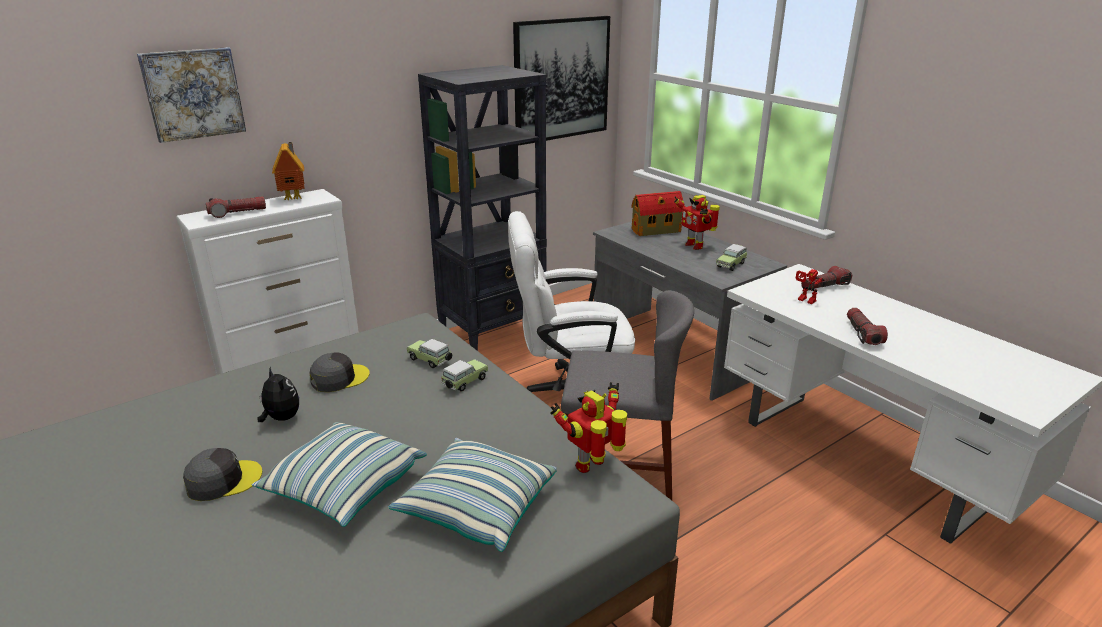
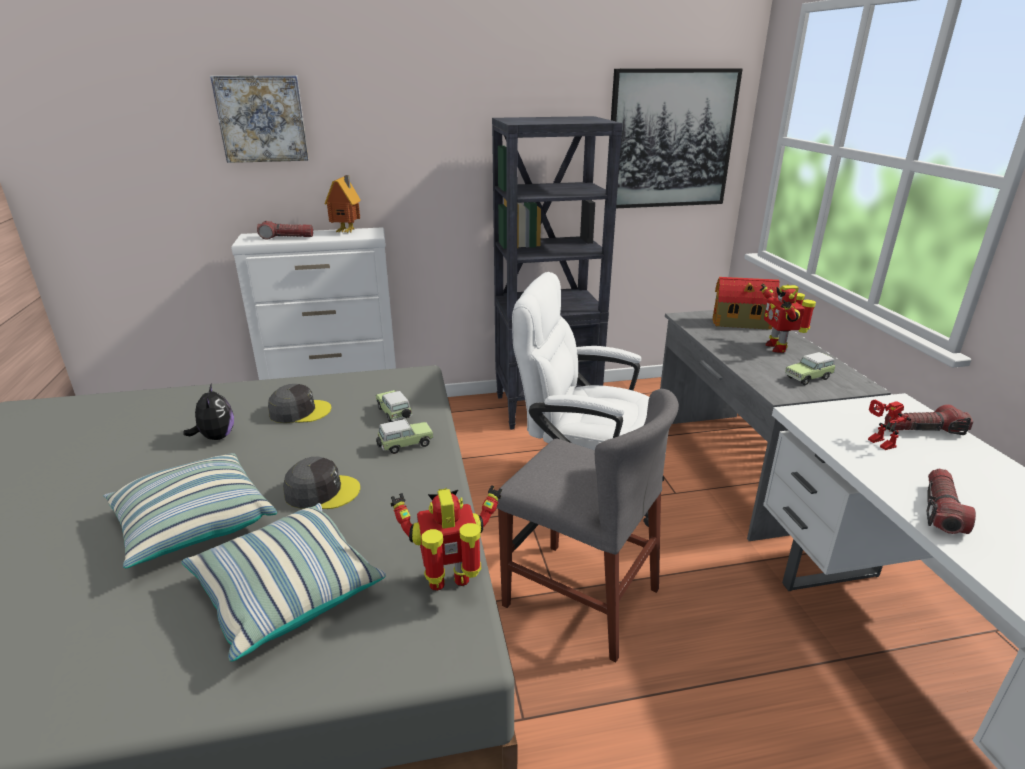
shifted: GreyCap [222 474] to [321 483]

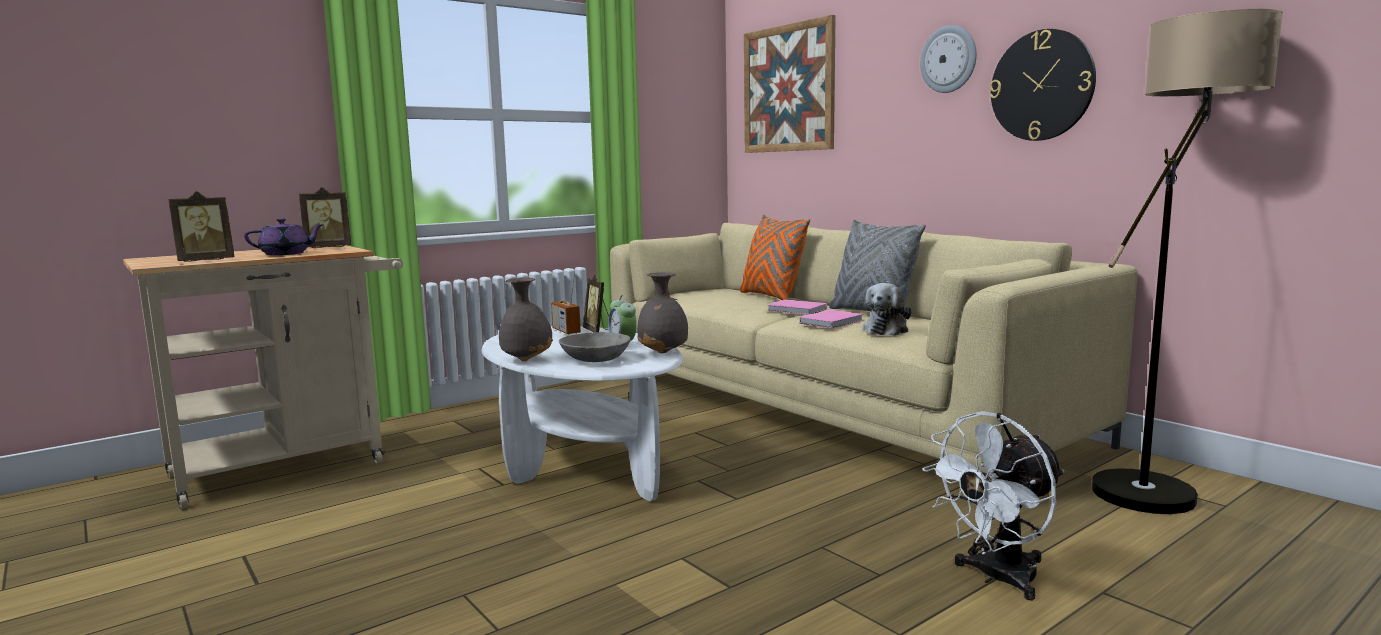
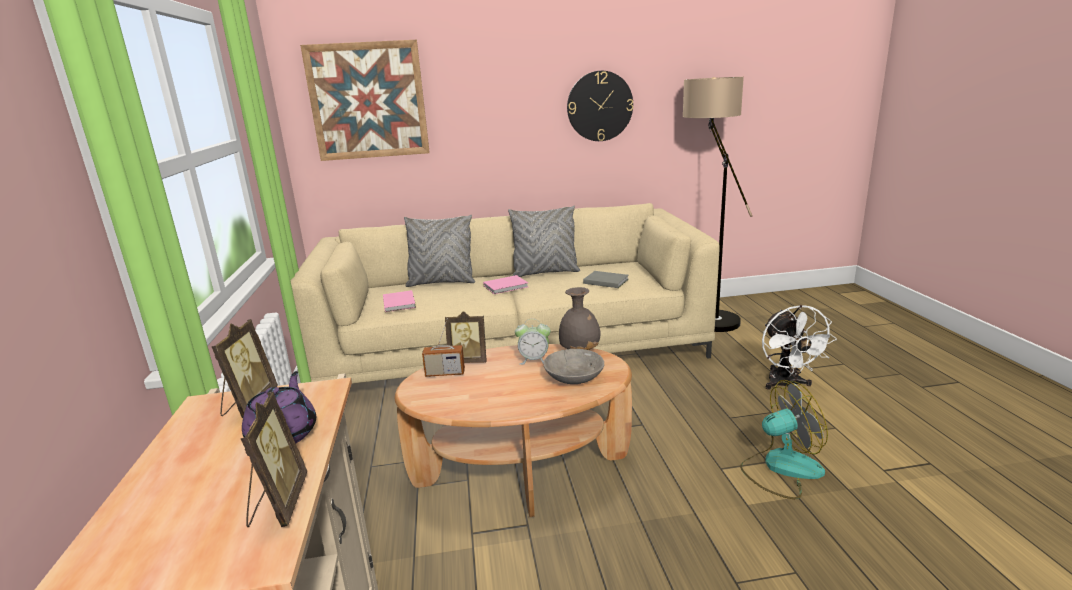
gone: WallClock [948 59]; GreyVase [526 319]
new: Fan [784 439]
shifted: PinkBook [831 319] to [399 301]
swapped: PlushToy [887 309] to GreyBook [606 279]
repainted: OrangePillow [775 257] to GreyPillow [439 251]; WhiteCoffeeTable [582 413] to BrownCoffeeTable [513 430]

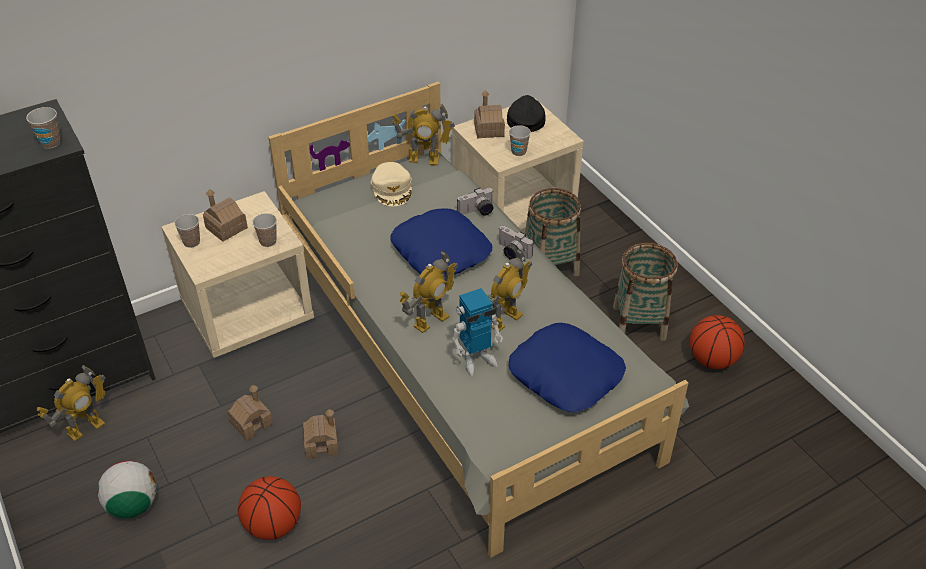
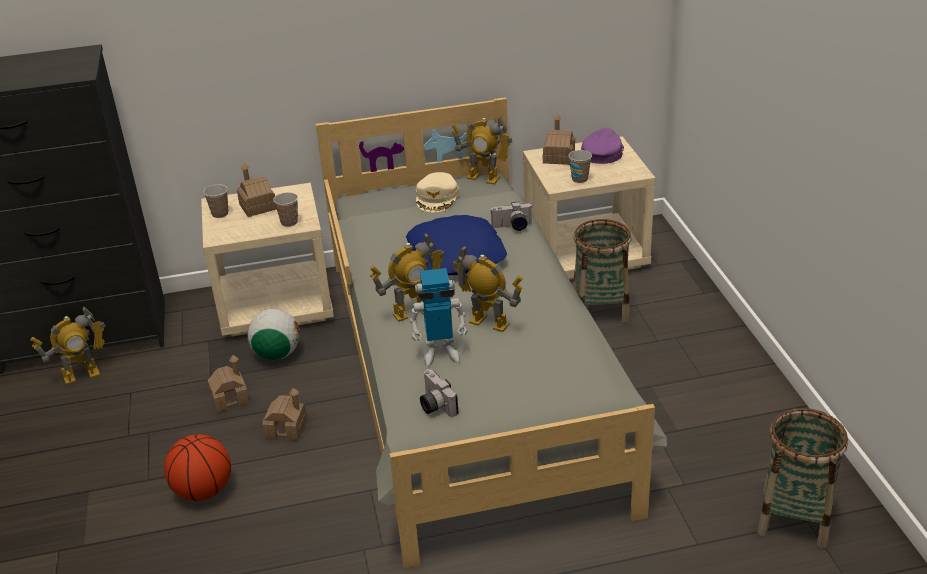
gone: Cup [43 128]; Basketball [717 342]; BluePillow [567 367]
shifted: PhotoCamera [516 243] to [439 393]; Basket [645 292] to [802 478]; Football [127 489] to [274 334]
repainted: BlackCap [526 113] to PurpleCap [602 145]
rotated: ToyRobot [508 290] = [487 289] 120 degrees counterclockwise

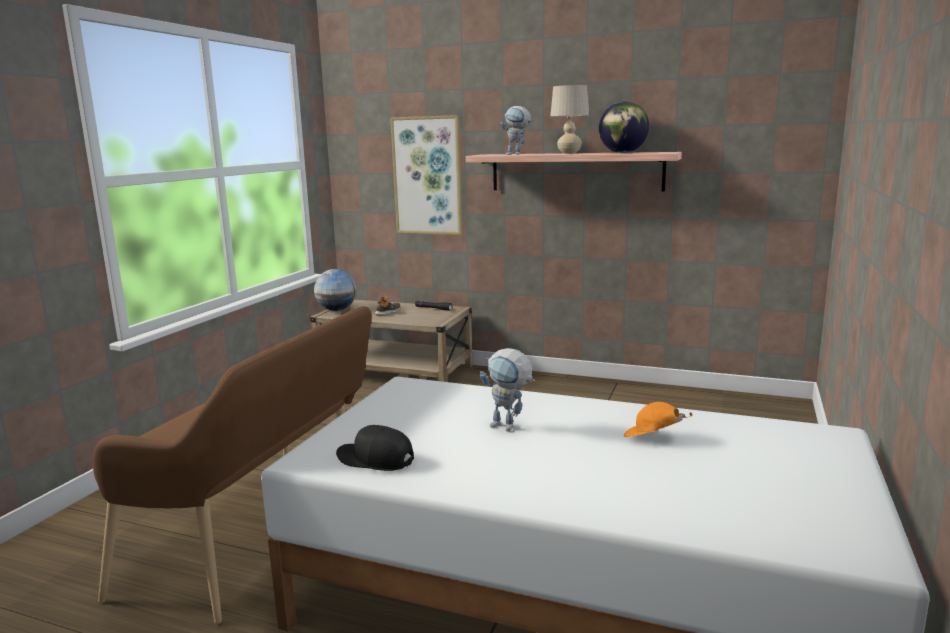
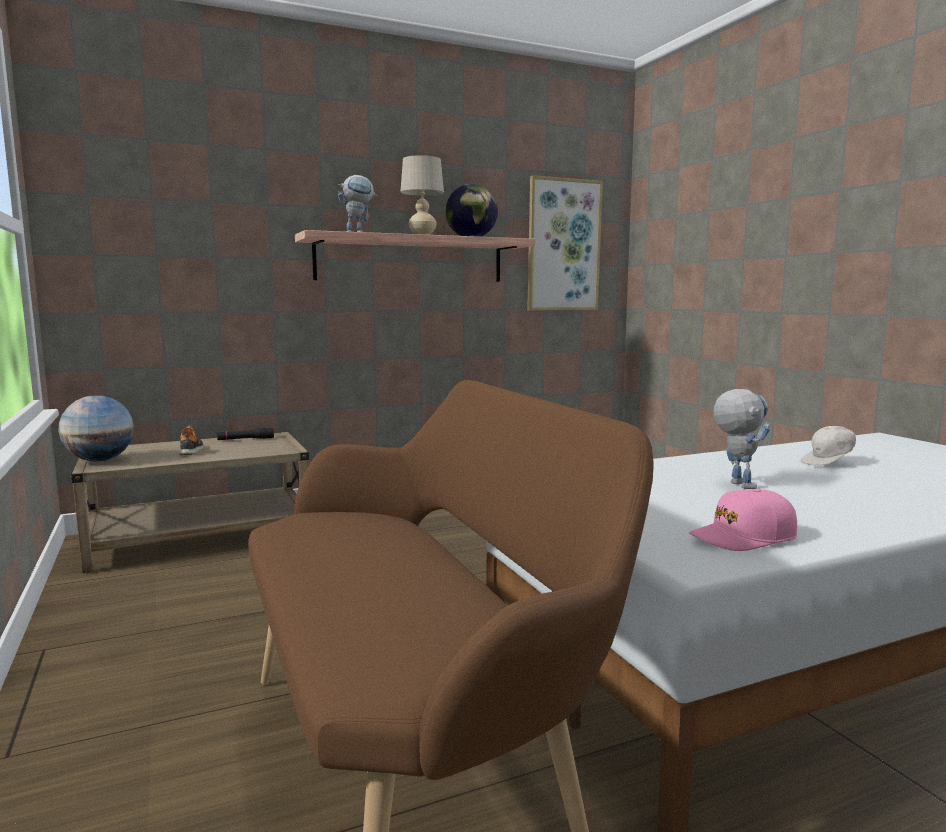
shifted: Picture [426 175] to [565 243]
repainted: OrangeCap [658 419] to WhiteCap [828 446]; BlackCap [375 448] to PinkCap [743 520]
rotated: ToyRobot [507 389] = [742 439] 90 degrees counterclockwise

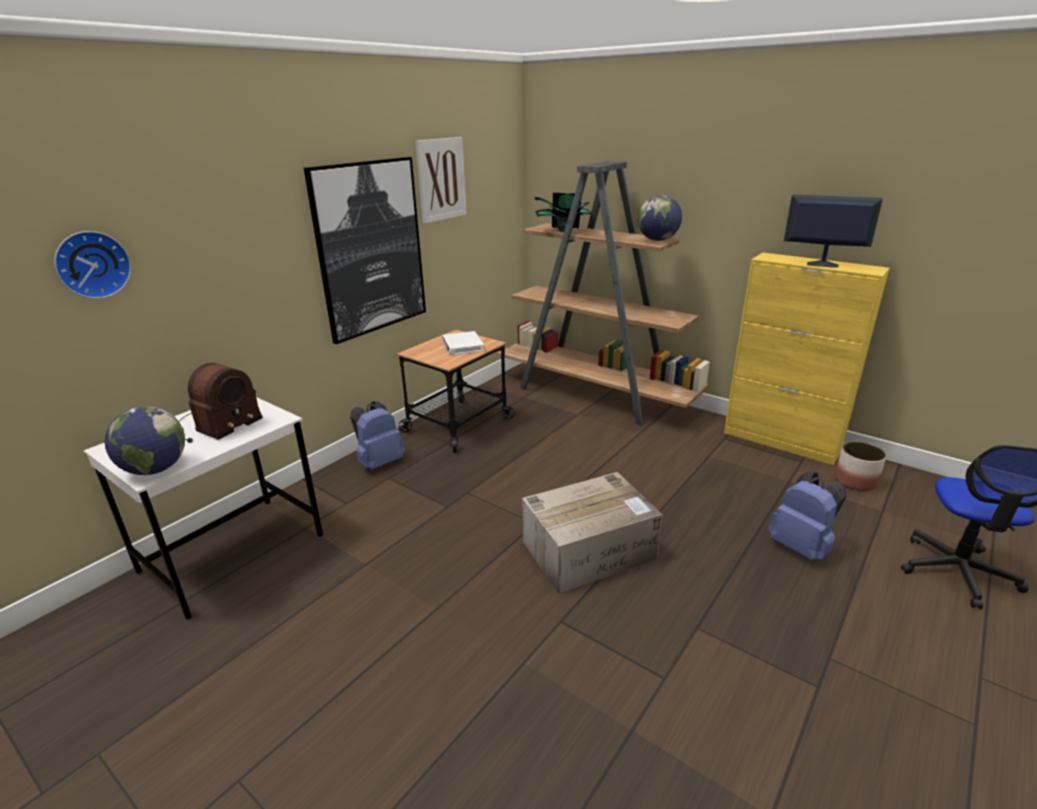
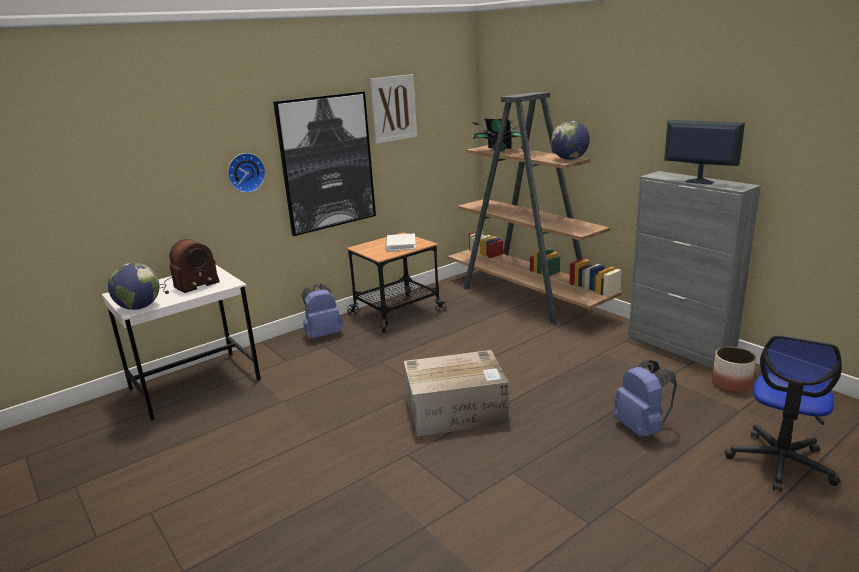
shifted: WallClock [92 265] to [247 173]
repainted: YellowCabinet [807 359] to GreyCabinet [694 269]

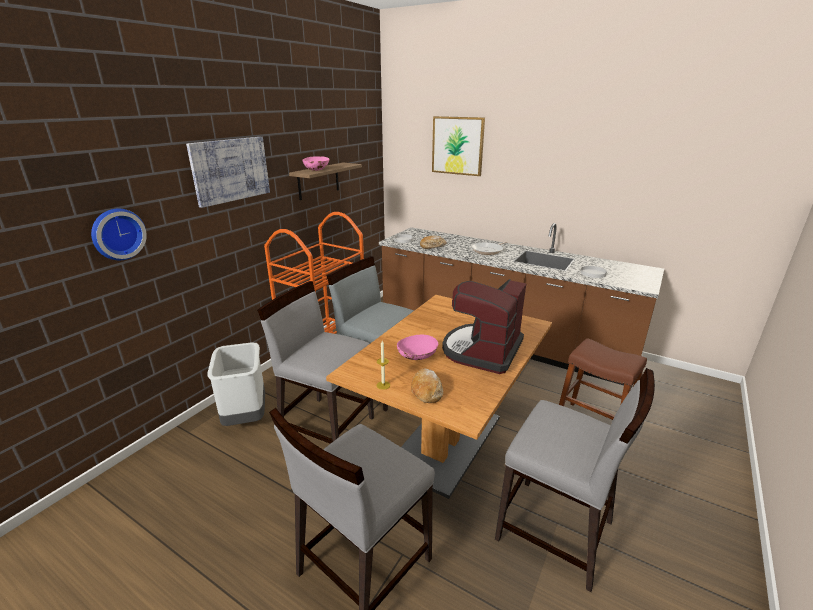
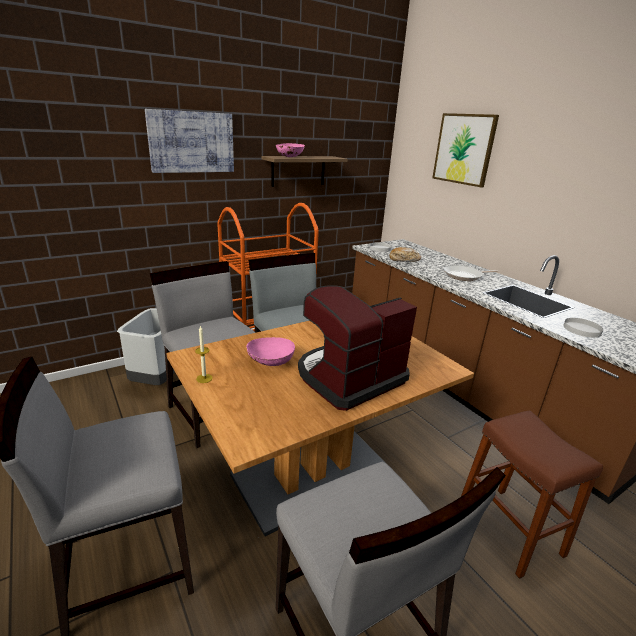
gone: WallClock [119 234]; Bread [427 386]

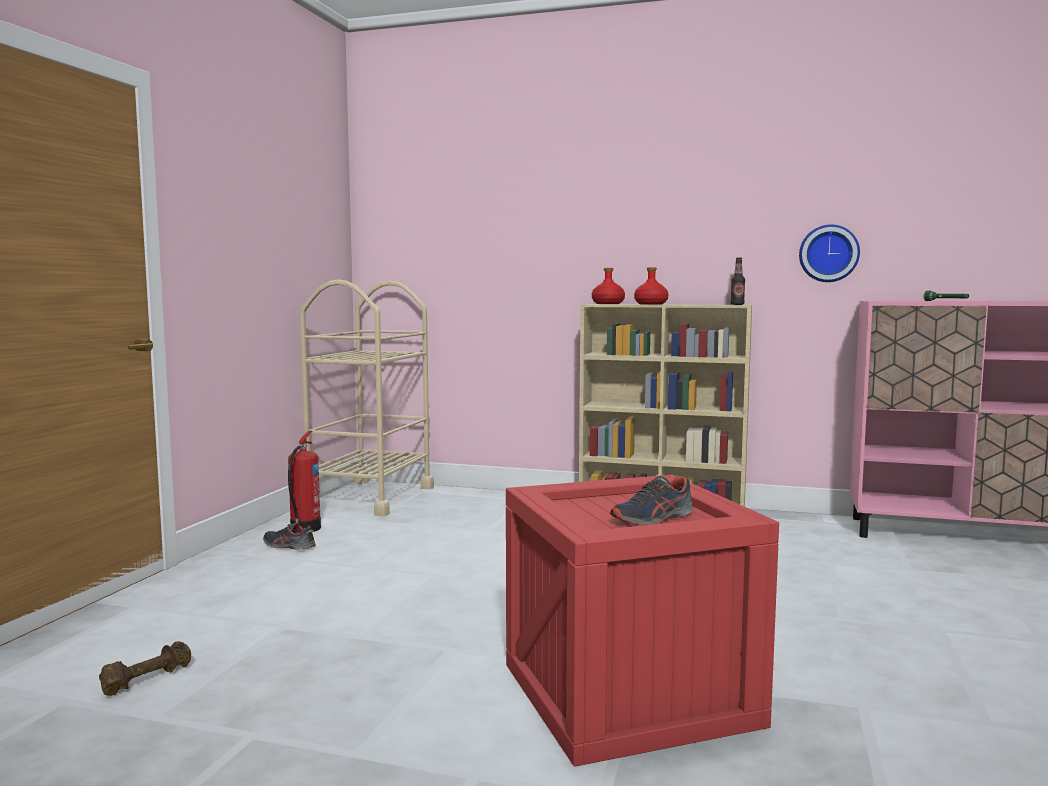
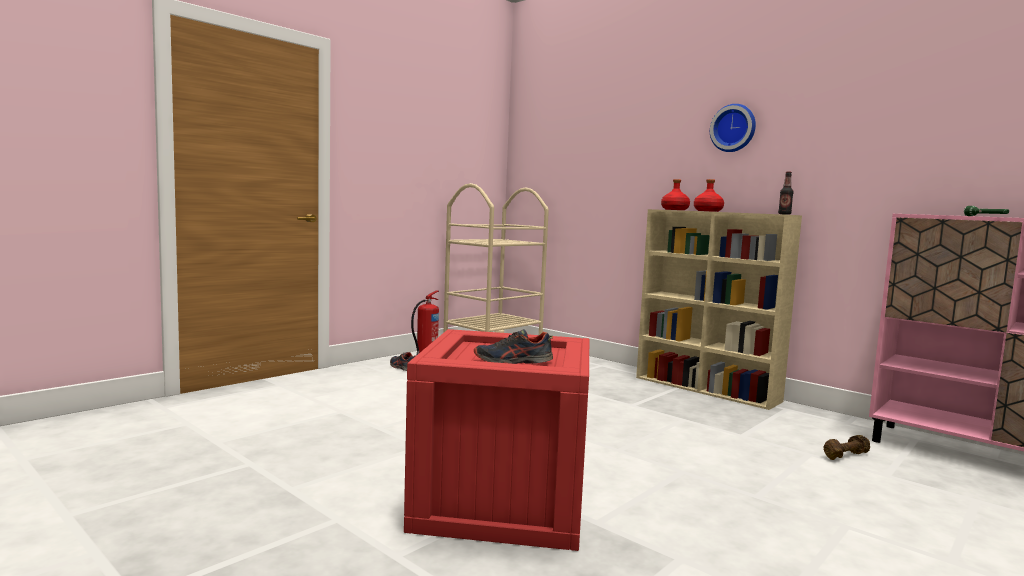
shifted: WallClock [829 253] to [733 128]; BrownDumbbell [145 668] to [847 447]

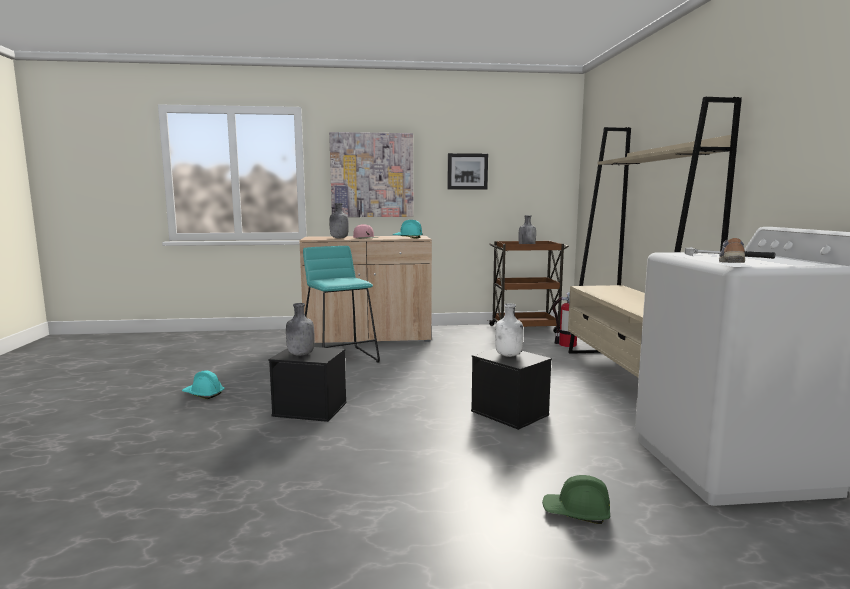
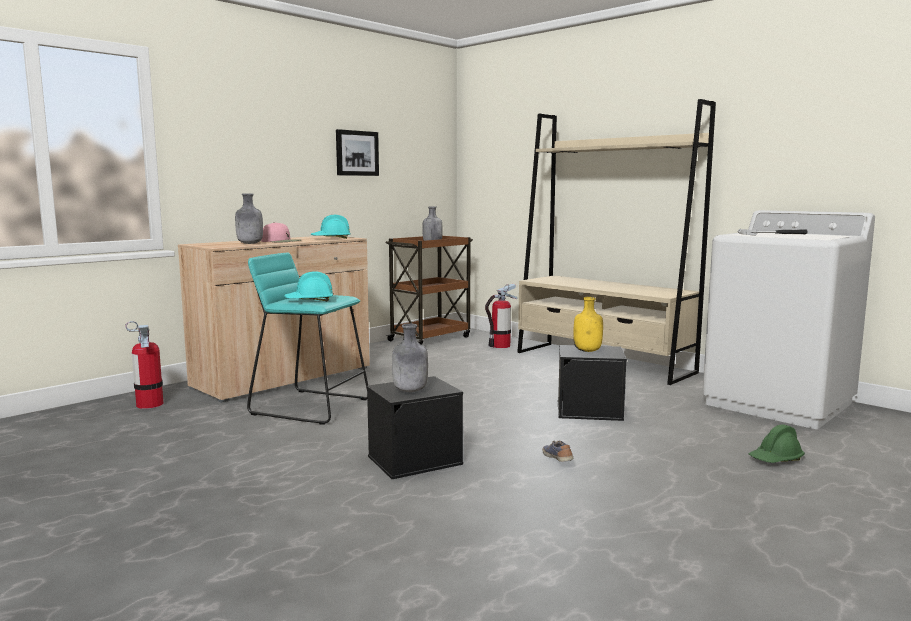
gone: Picture [371 174]
new: FireExtinguisher [145 365]
shifted: Shoe [732 250] to [557 451]; TurquoiseHardHat [203 384] to [308 286]
repainted: WhiteBottle [509 330] to YellowBottle [588 324]

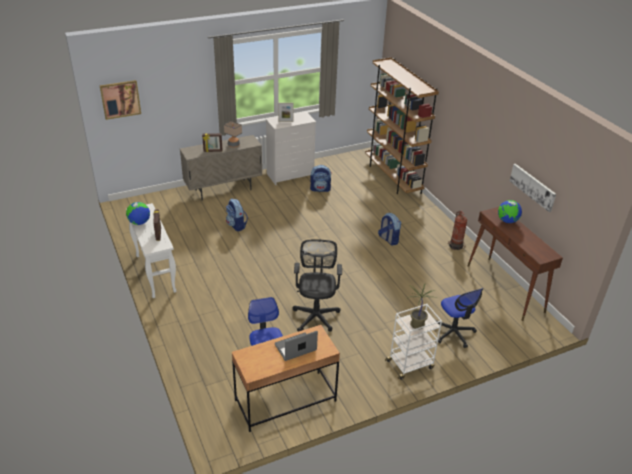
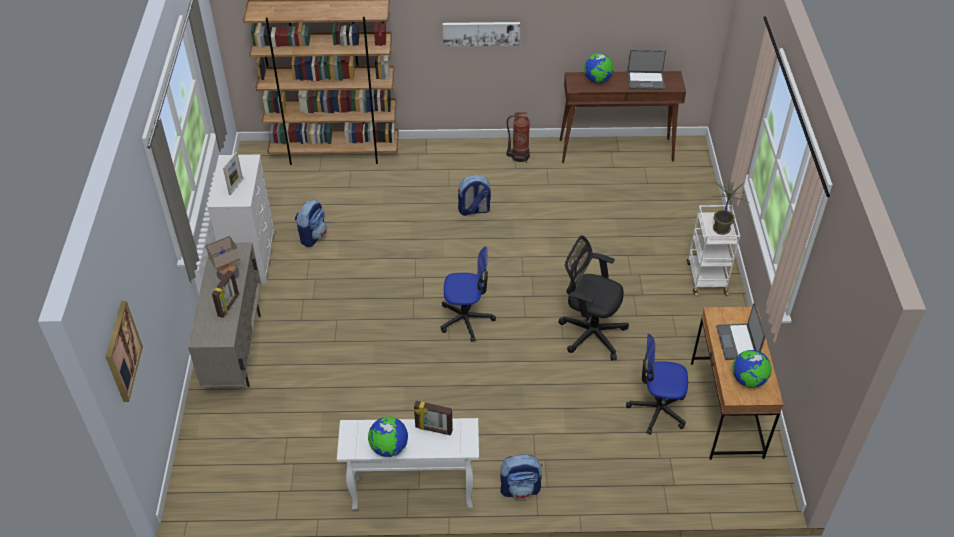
new: Laptop [647 70]; Globe [751 369]
shifted: Picture [533 188] to [481 34]; Backpack [237 215] to [521 476]; OfficeChair [459 318] to [468 294]

